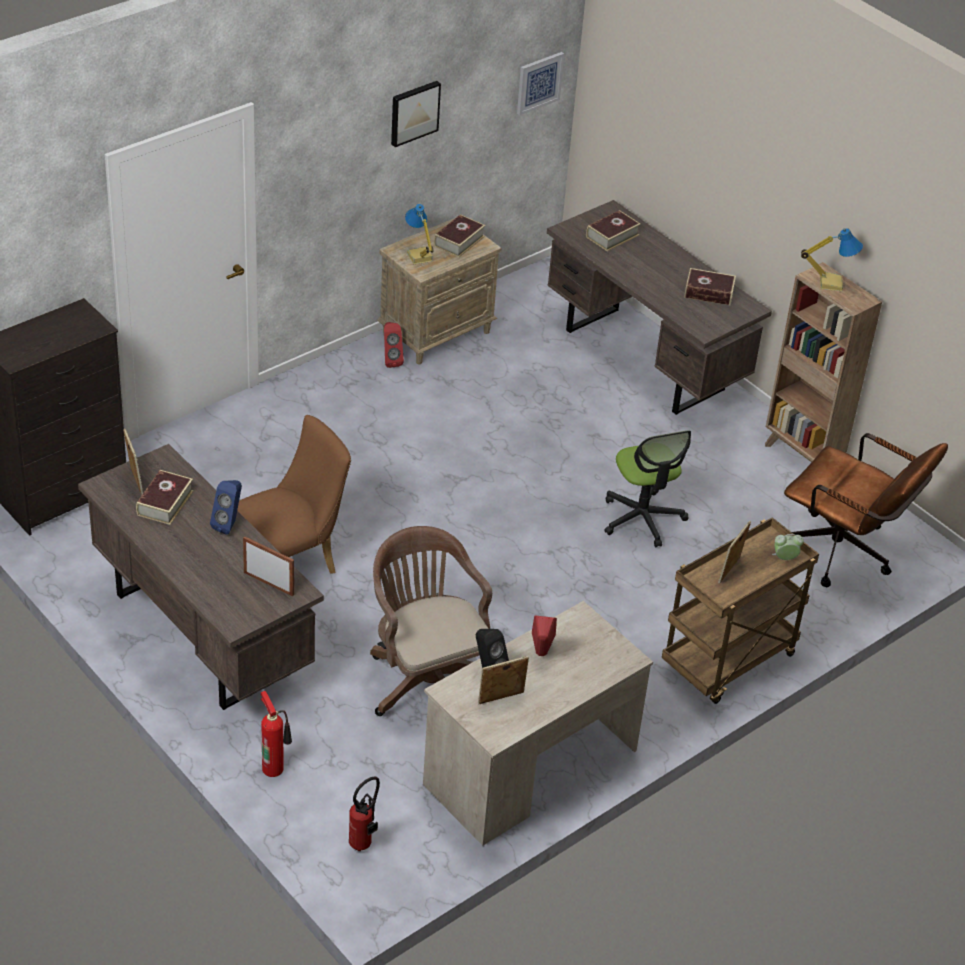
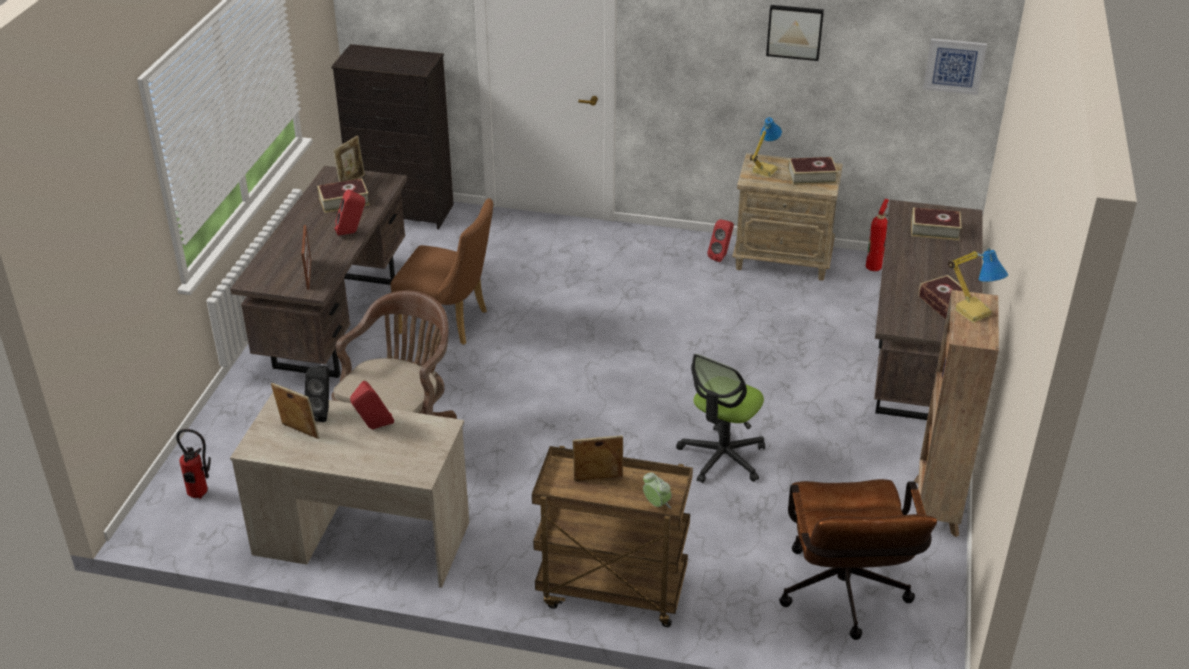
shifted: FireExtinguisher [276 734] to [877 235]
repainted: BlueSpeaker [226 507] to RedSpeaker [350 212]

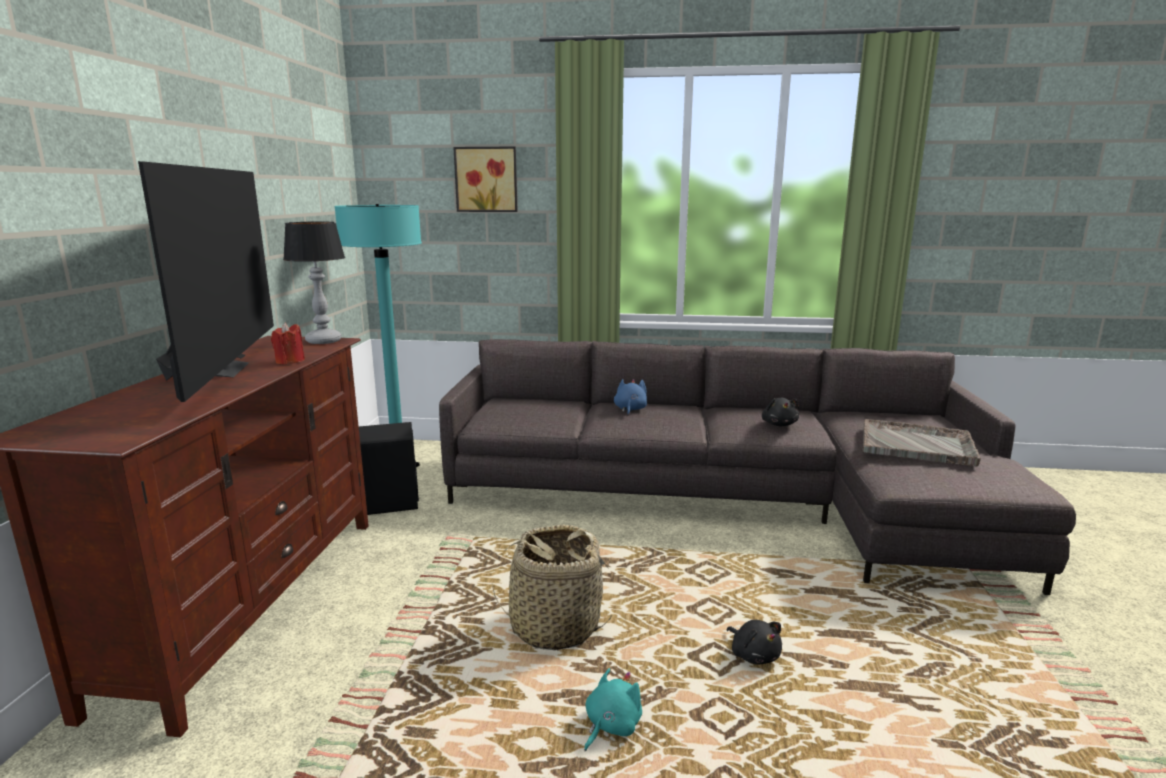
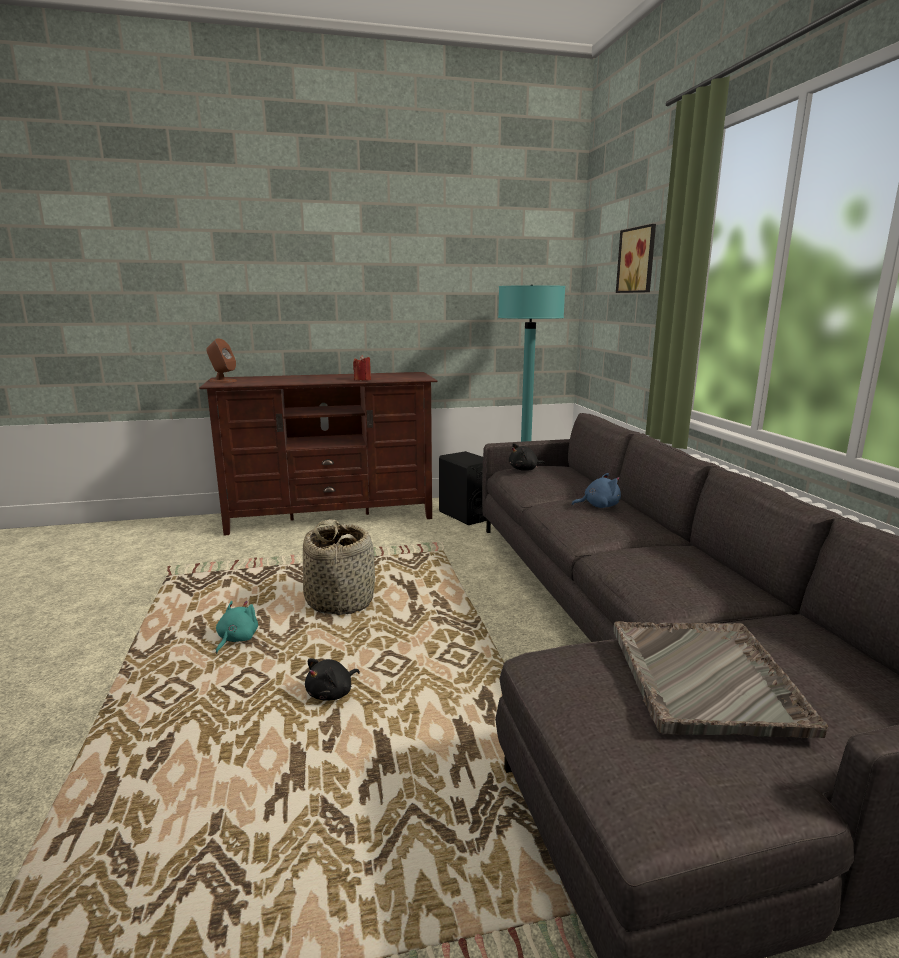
gone: Television [206 281]; TableLamp [314 283]
new: BrownSpeaker [221 360]
shifted: BlackPlushToy [780 412] to [527 457]
rotated: TurquoisePlushToy [613 710] = [237 627] 90 degrees counterclockwise

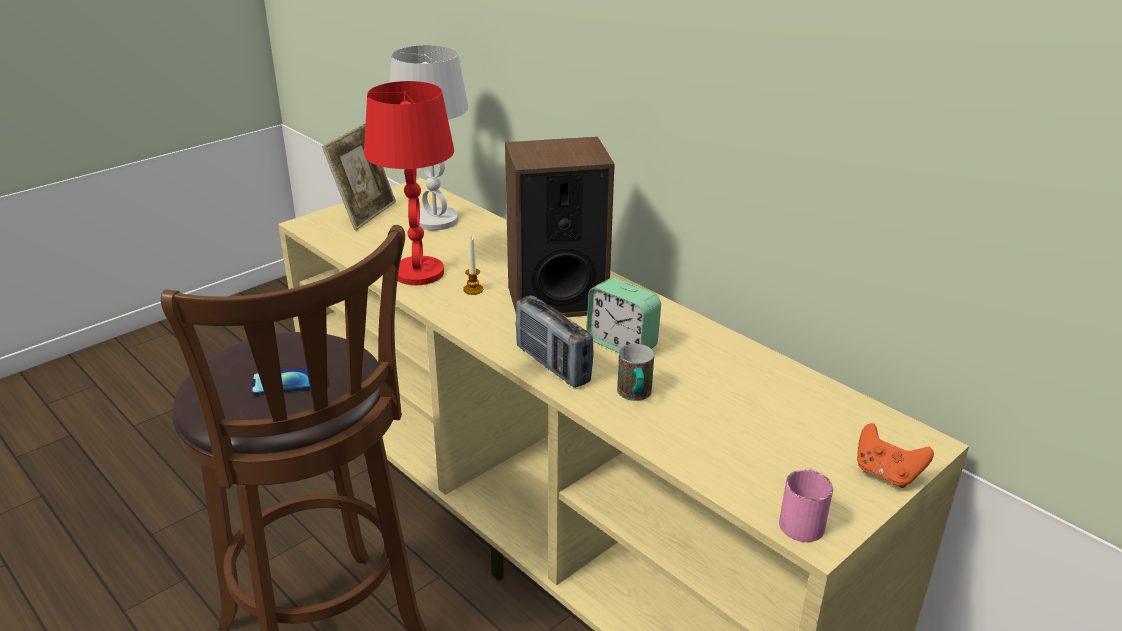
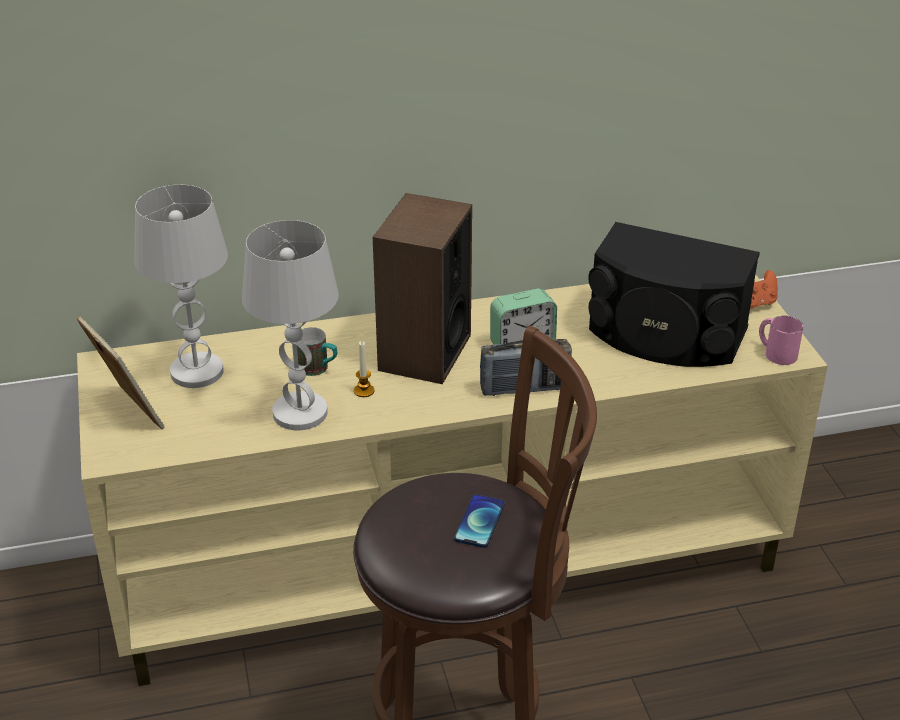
new: BlackSpeaker [674 294]
shifted: Mug [635 372] to [317 351]
repainted: RedTableLamp [409 183] to WhiteTableLamp [290 325]

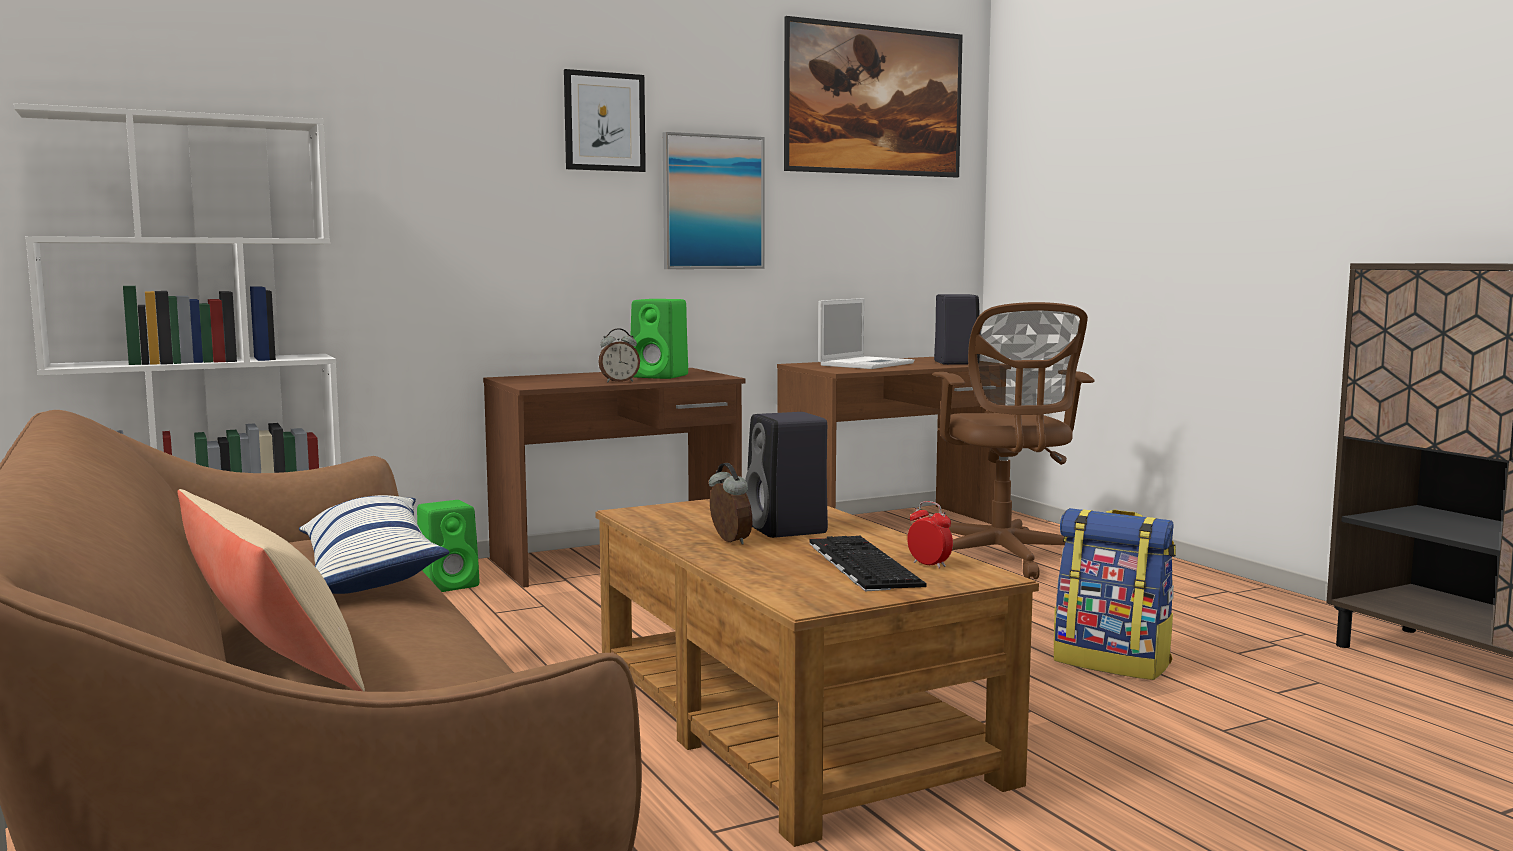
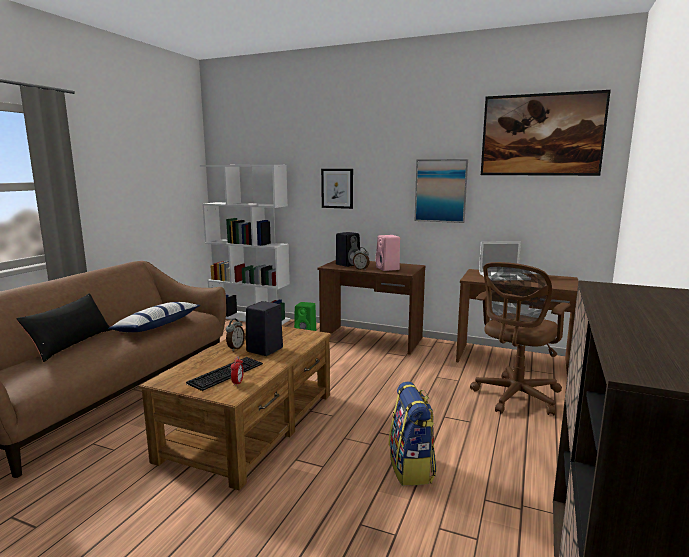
shifted: Picture [605 120] to [337 189]; BlackSpeaker [957 329] to [348 249]
repainted: GreenSpeaker [659 339] to PinkSpeaker [388 253]; BeigePillow [271 590] to BlackPillow [63 327]

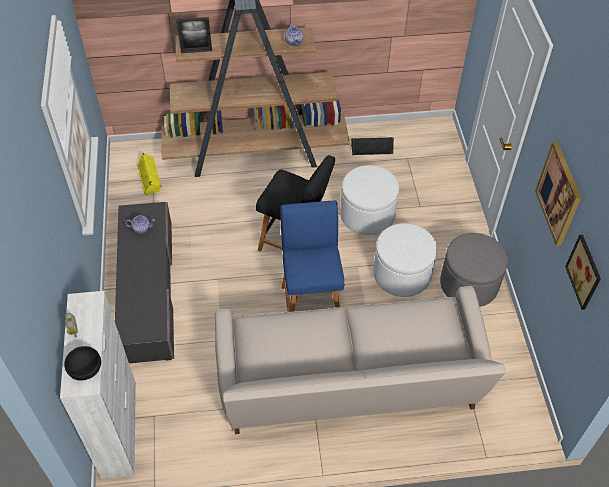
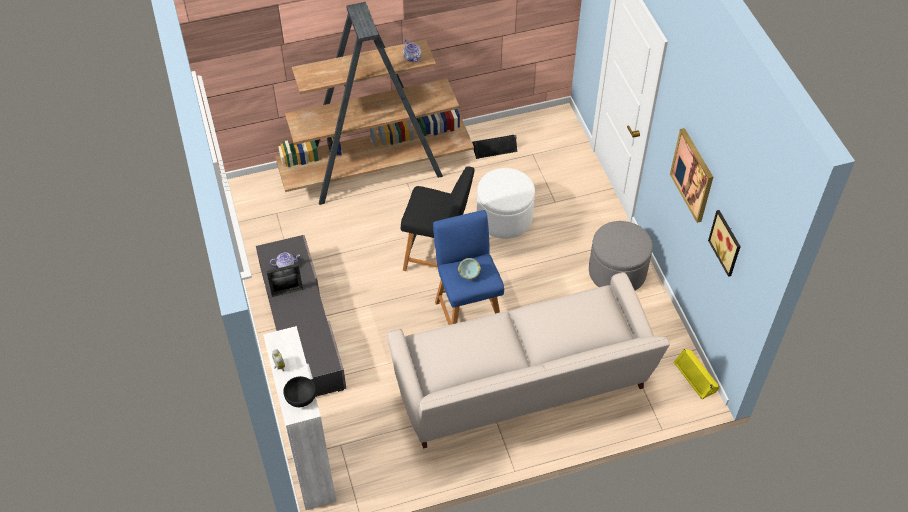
gone: WhiteOttoman [405 260]
new: Bowl [469 269]
shifted: PictureFrame [194 35] to [285 280]; YellowSpeaker [149 174] to [696 374]

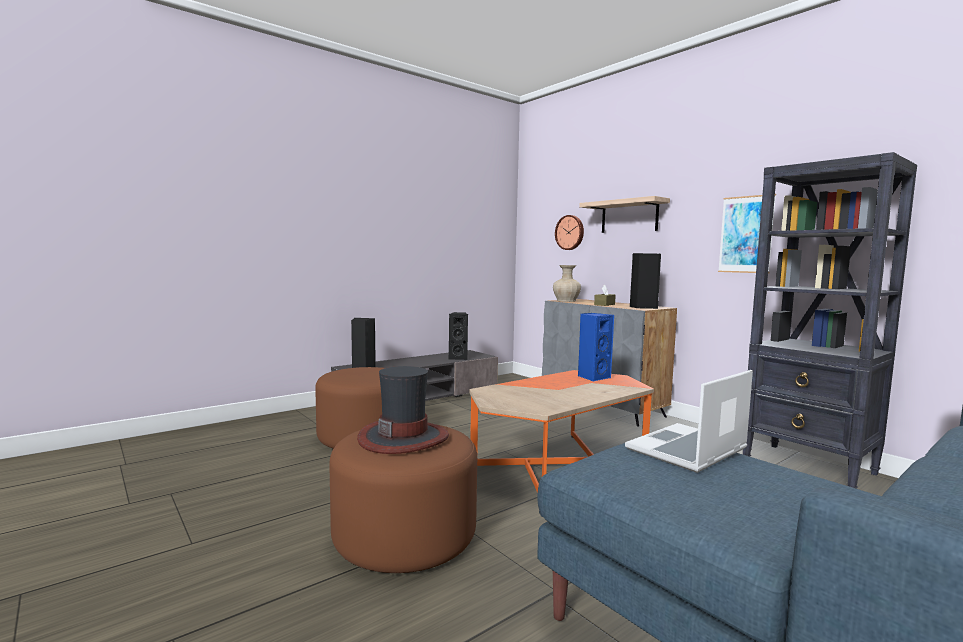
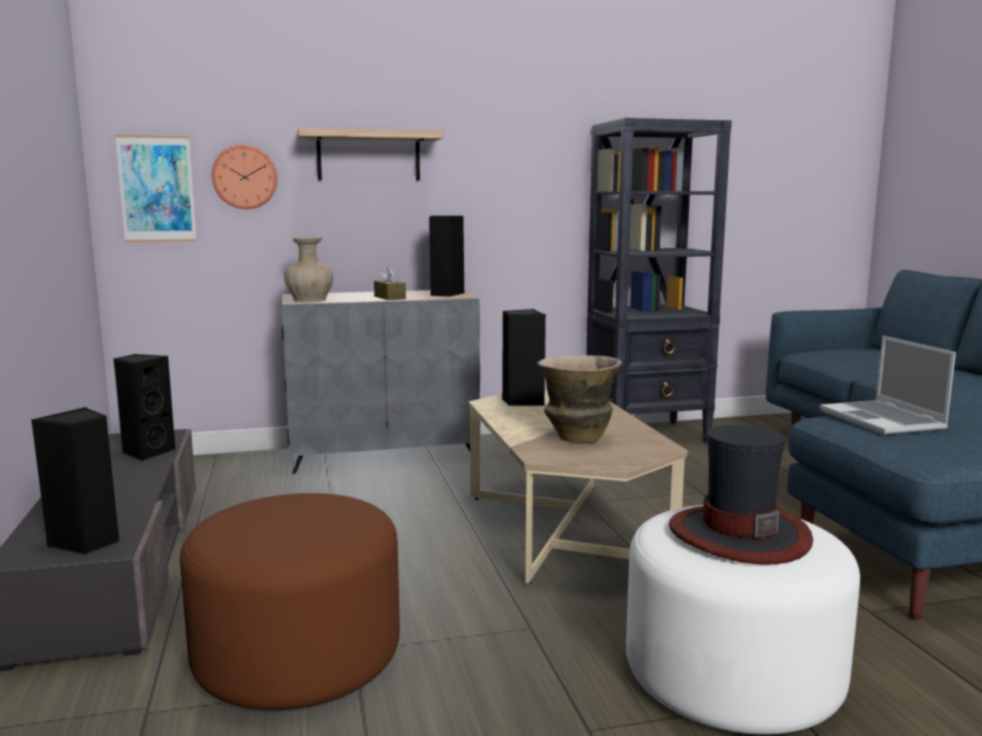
new: Vase [579 399]
shifted: Picture [747 234] to [156 188]
repainted: BlueSpeaker [596 347] to BlackSpeaker [524 357]; OrangeCoffeeTable [561 431] to BeigeCoffeeTable [578 487]; BrownOttoman [403 499] to WhiteOttoman [743 620]

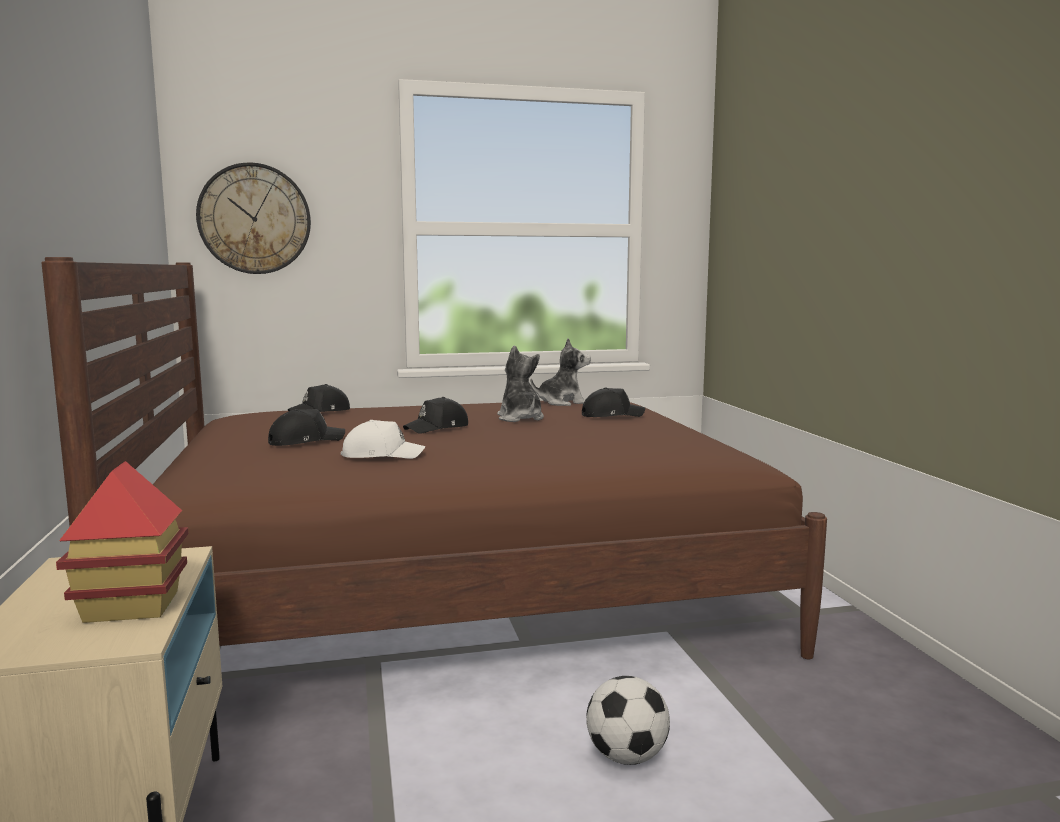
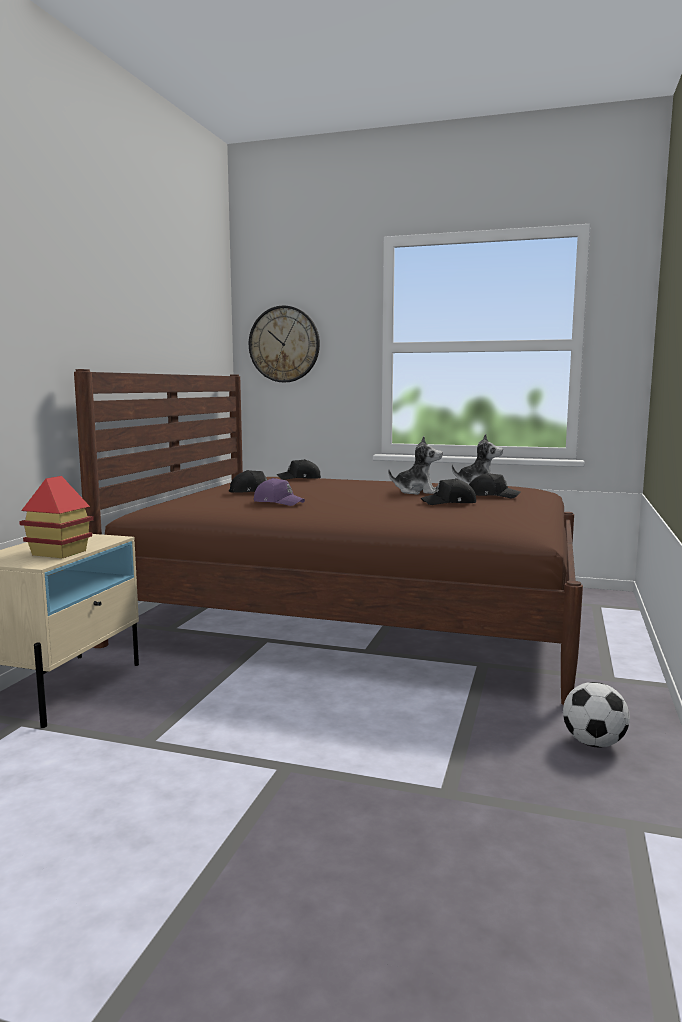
shifted: BlackCap [435 415] to [448 491]; Football [628 720] to [596 715]
repainted: WhiteCap [383 439] to PurpleCap [279 492]
rotated: PlushToy [520 384] = [415 465] 90 degrees clockwise

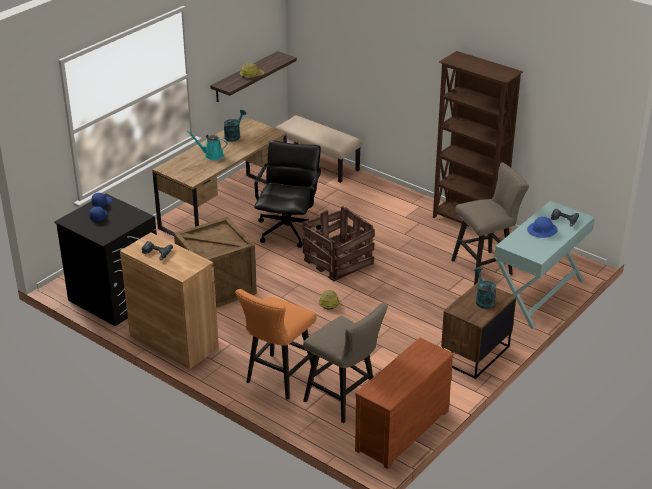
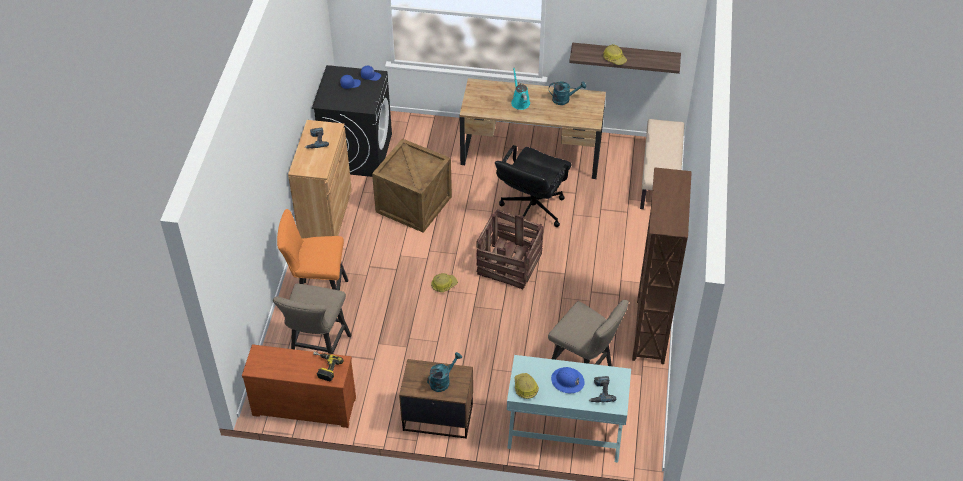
new: PowerDrill [328 366]; HardHat [526 386]
rotated: BlackOfficeChair [287 194] = [533 186] 135 degrees clockwise

